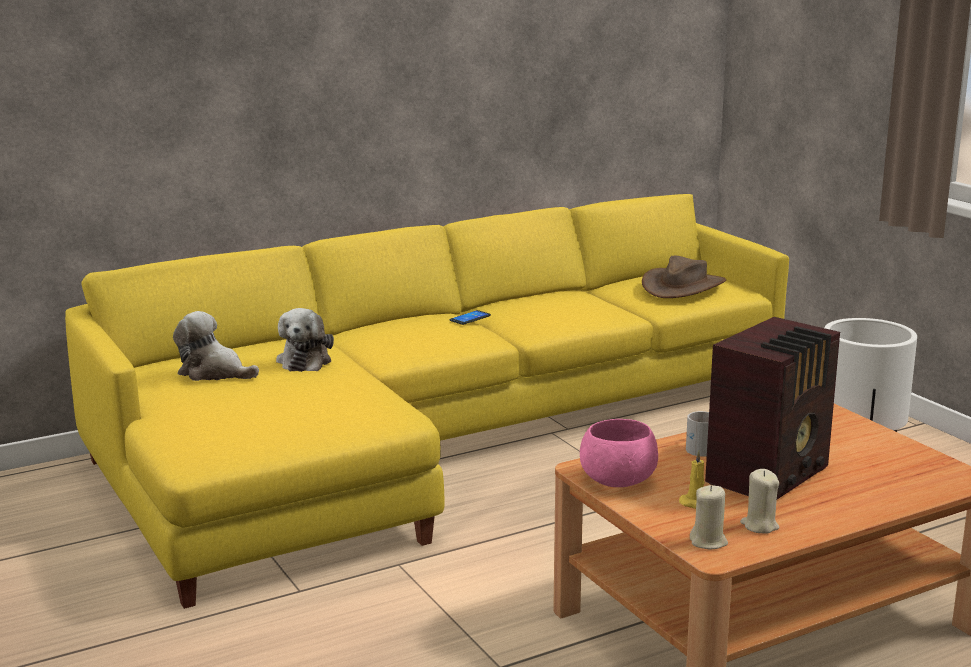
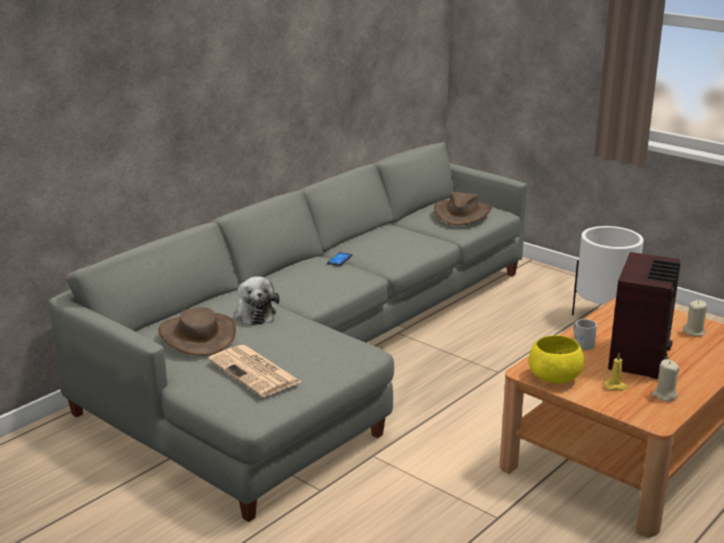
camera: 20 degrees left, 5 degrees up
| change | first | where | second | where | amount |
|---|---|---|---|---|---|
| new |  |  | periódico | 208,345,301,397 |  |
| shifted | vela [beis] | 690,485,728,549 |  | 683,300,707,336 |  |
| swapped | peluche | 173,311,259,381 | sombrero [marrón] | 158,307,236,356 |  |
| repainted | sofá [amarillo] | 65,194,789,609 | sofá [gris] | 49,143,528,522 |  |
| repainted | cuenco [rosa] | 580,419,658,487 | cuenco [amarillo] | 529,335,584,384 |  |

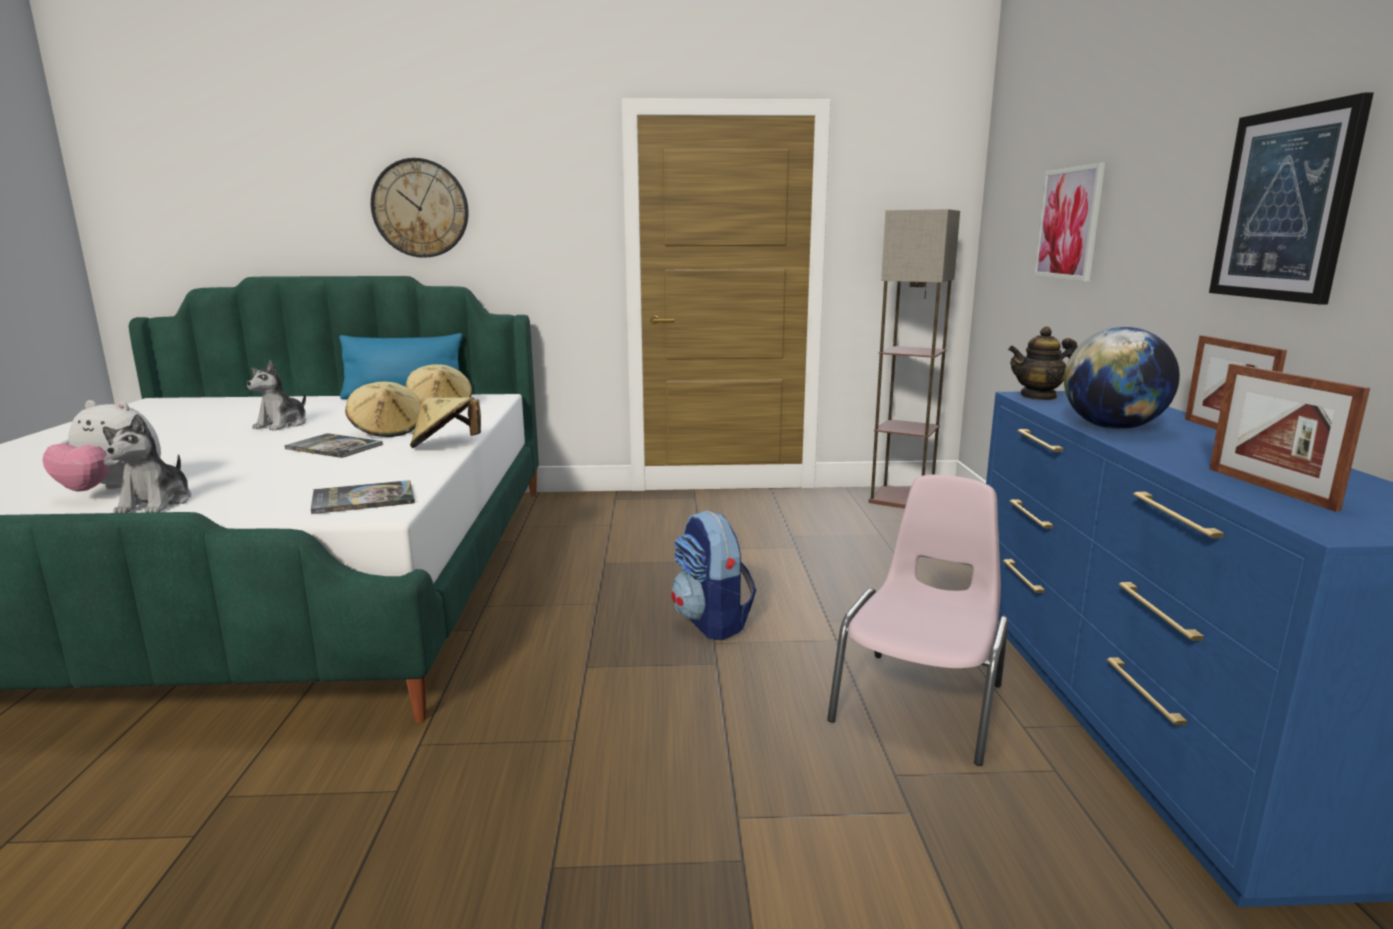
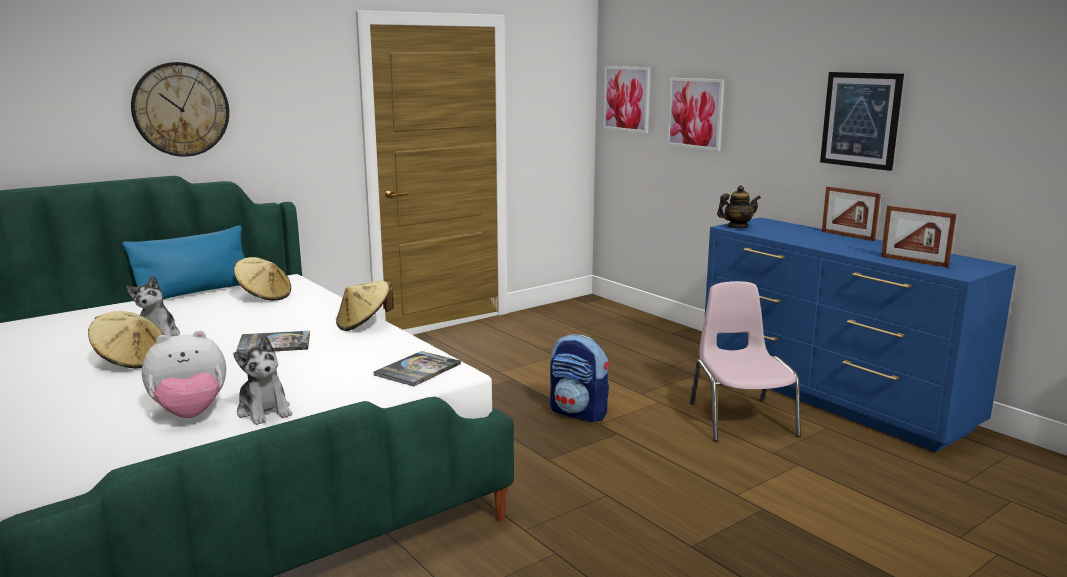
camera: 35 degrees left, 0 degrees up
| change | first | where | second | where | amount |
|---|---|---|---|---|---|
| gone | lámpara de pie | 869,209,960,509 |  |  |  |
| gone | globo terráqueo | 1064,327,1180,429 |  |  |  |
| new |  |  | cuadro | 603,66,651,133 |  |
| shifted | sombrero [beis] | 345,382,421,437 |  | 88,311,164,369 |  |
| rotated | tetera | 1008,326,1077,400 |  | 717,185,761,228 | 150 degrees counterclockwise |

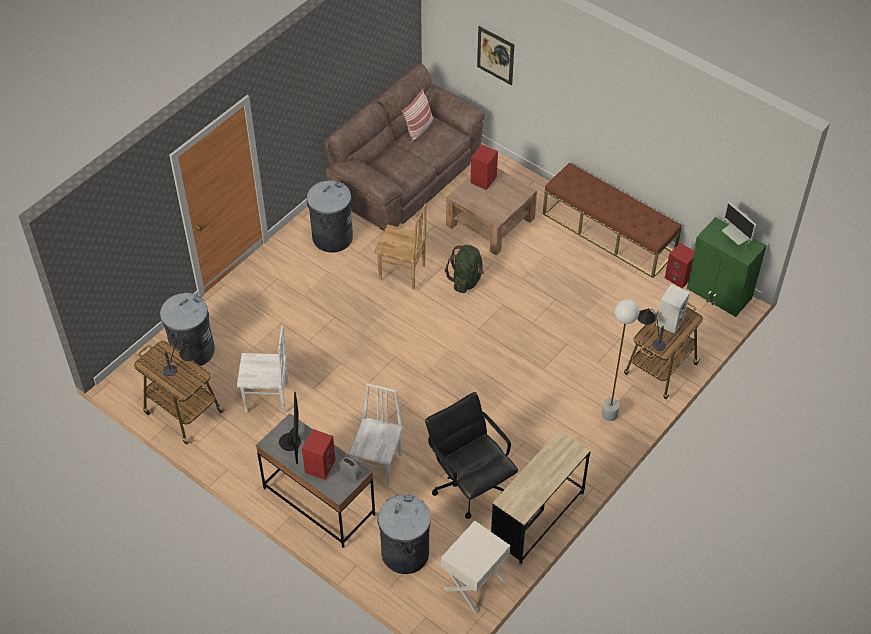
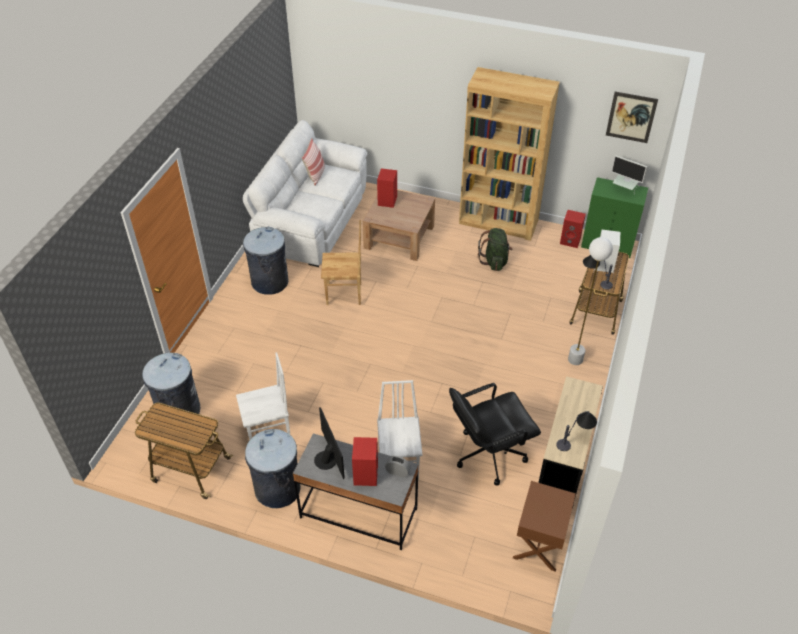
camera: 20 degrees left, 5 degrees down
| change | first | where | second | where | amount |
|---|---|---|---|---|---|
| shifted | lámpara de mesa | 163,343,199,376 |  | 556,411,597,451 |  |
| shifted | papelera [gris] | 377,495,431,574 |  | 245,429,301,508 |  |
| shifted | mochila [verde] | 445,245,484,293 |  | 478,228,512,271 |  |
| shifted | cuadro | 477,26,514,85 |  | 606,91,658,143 |  |
| swapped | banco [marrón] | 543,163,682,278 | estantería [marrón] | 459,67,560,241 |  |
| repainted | sofá [marrón] | 324,64,485,231 | sofá [blanco] | 243,120,367,267 |  |
| repainted | mesita de noche [blanco] | 441,521,510,614 | mesita de noche [marrón] | 513,481,576,572 |  |
| rotated | silla de oficina [negro] | 425,392,518,519 |  | 449,383,541,486 | 60 degrees counterclockwise |

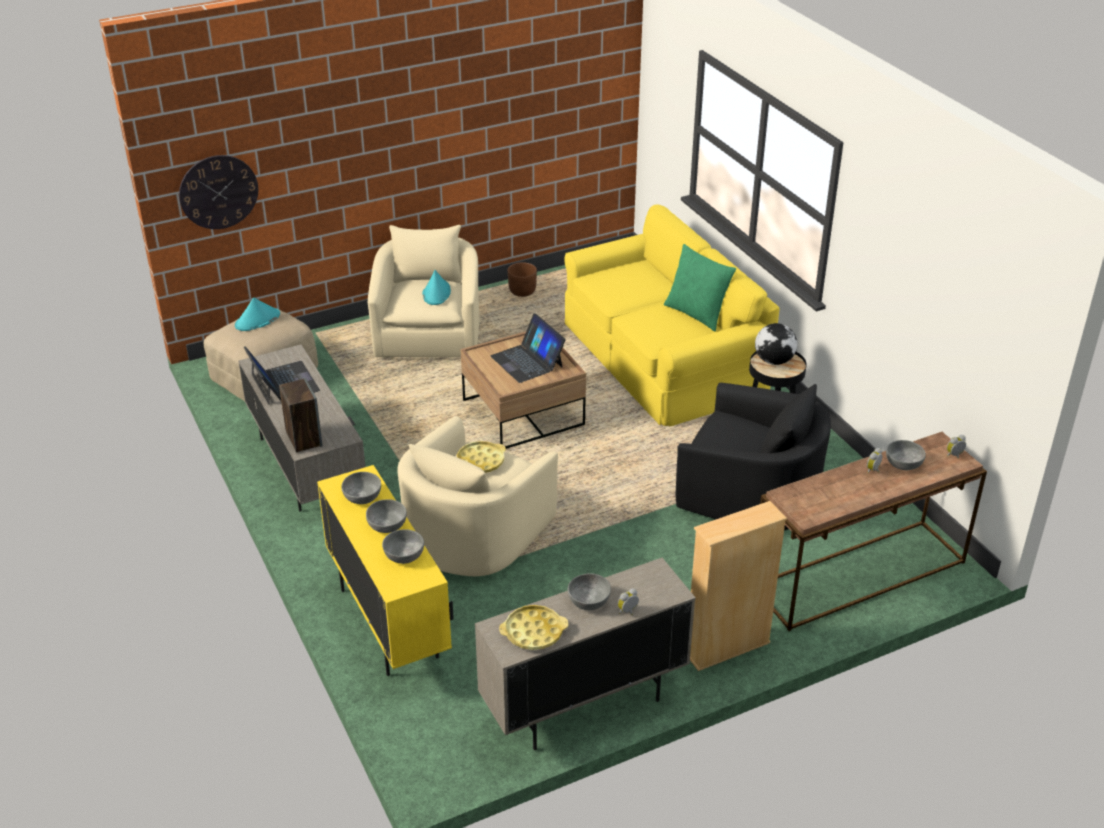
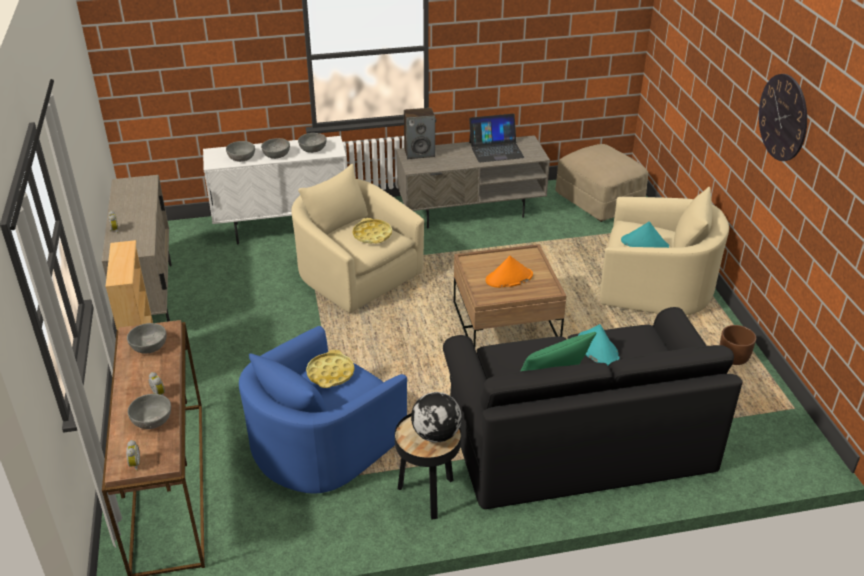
camera: 105 degrees right, 0 degrees up
| change | first | where | second | where | amount |
|---|---|---|---|---|---|
| shifted | reloj de pared | 179,155,258,229 |  | 759,74,807,161 |  |
| shifted | sombrero [turquesa] | 235,298,280,331 |  | 578,324,619,366 |  |
| shifted | bandeja [amarillo] | 499,605,568,650 |  | 306,350,354,388 |  |
| shifted | cuenco [gris] | 568,573,611,610 |  | 127,323,167,354 |  |
| swapped | portátil | 491,313,566,383 | sombrero [naranja] | 486,256,533,288 |  |
| repainted | armario [amarillo] | 317,465,454,676 | armario [blanco] | 203,136,347,244 |  |
| repainted | sofá [amarillo] | 564,204,780,426 | sofá [negro] | 443,307,743,509 |  |
| repainted | sillón [negro] | 676,383,831,530 | sillón [azul] | 239,326,407,494 |  |

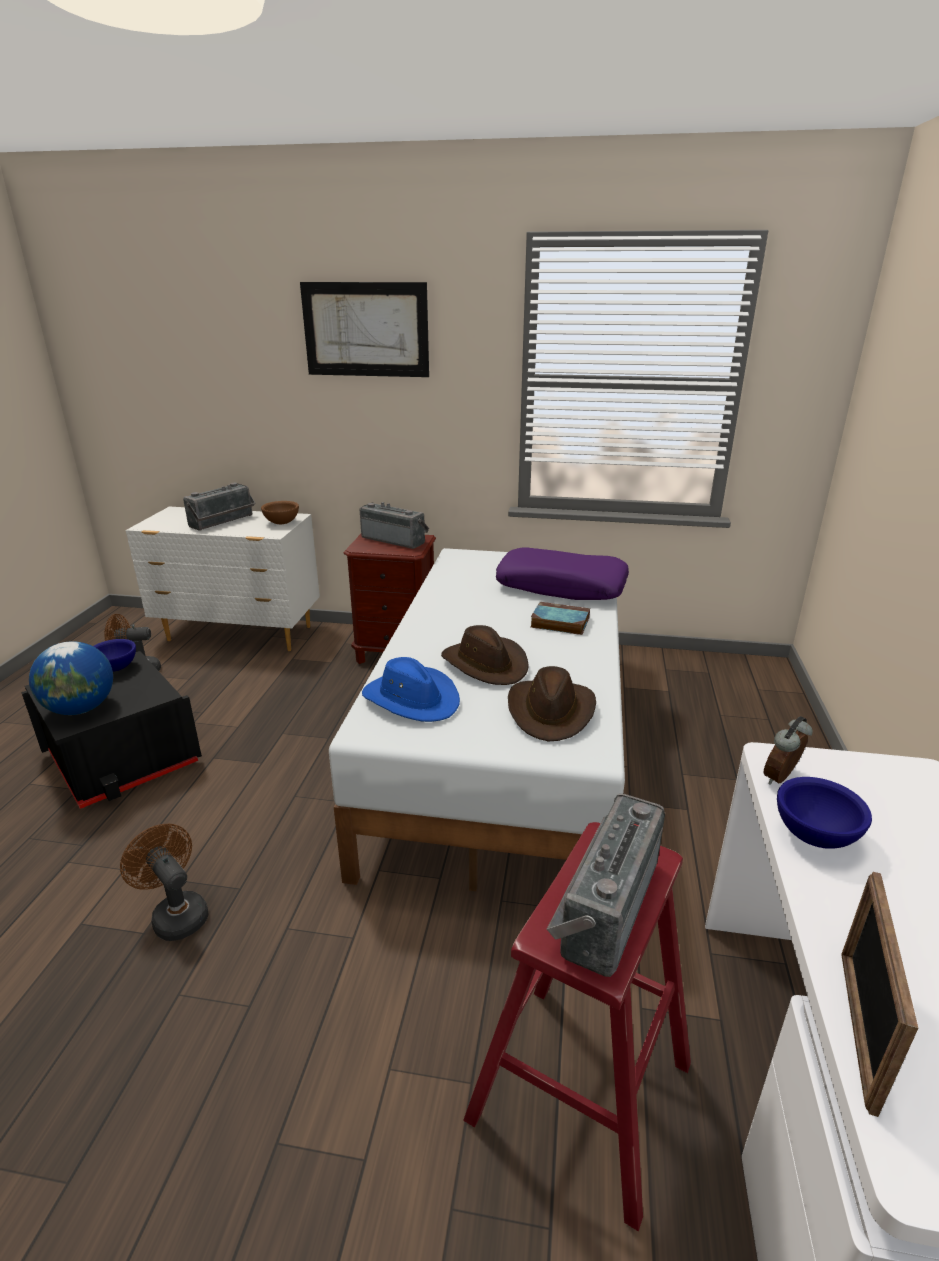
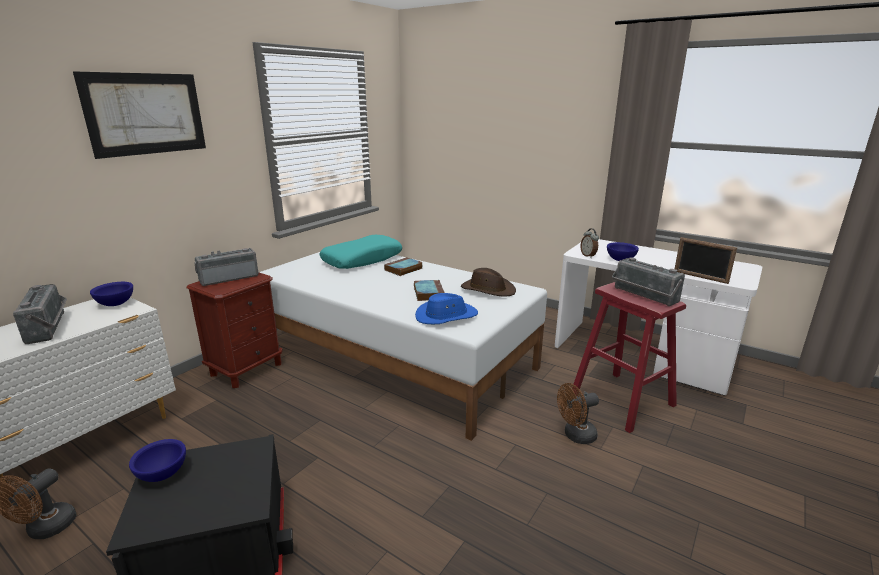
camera: 65 degrees left, 5 degrees down
| change | first | where | second | where | amount |
|---|---|---|---|---|---|
| gone | globo terráqueo | 29,641,113,715 |  |  |  |
| shifted | ventilador [marrón] | 120,824,208,941 |  | 557,383,599,444 |  |
| swapped | sombrero [marrón] | 441,625,529,685 | libro | 414,280,445,301 |  |
| repainted | cuenco [marrón] | 261,501,299,524 | cuenco [azul] | 90,282,133,306 |  |
| repainted | cojín [morado] | 496,547,629,600 | cojín [turquesa] | 319,235,402,269 |  |

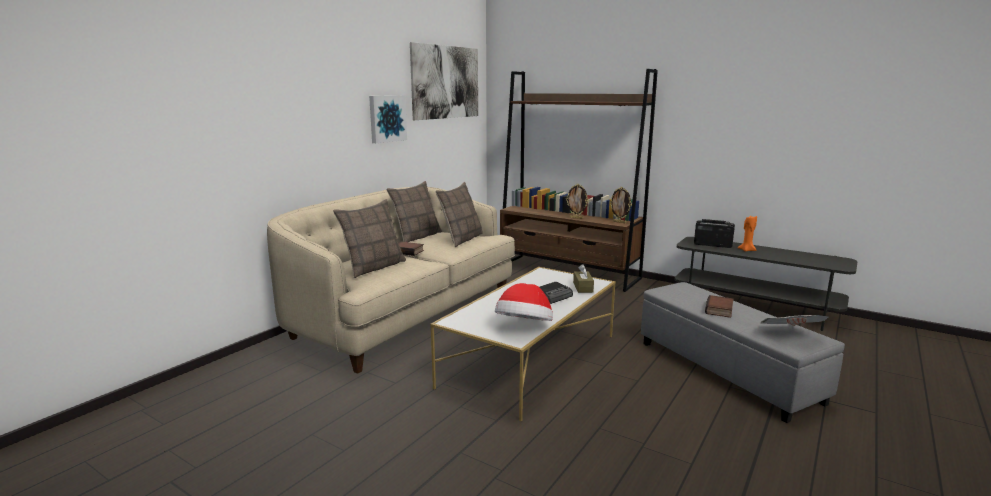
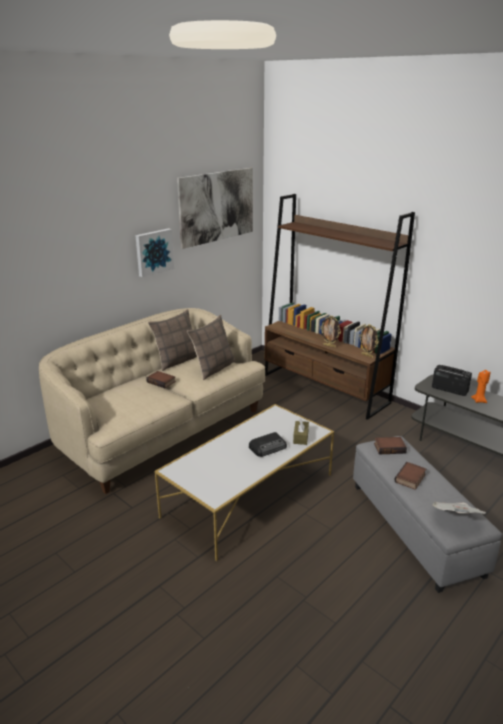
camera: 10 degrees right, 10 degrees up
| change | first | where | second | where | amount |
|---|---|---|---|---|---|
| gone | cojín | 333,199,406,278 |  |  |  |
| gone | sombrero | 495,283,553,321 |  |  |  |
| new |  |  | libro | 374,437,407,454 |  |

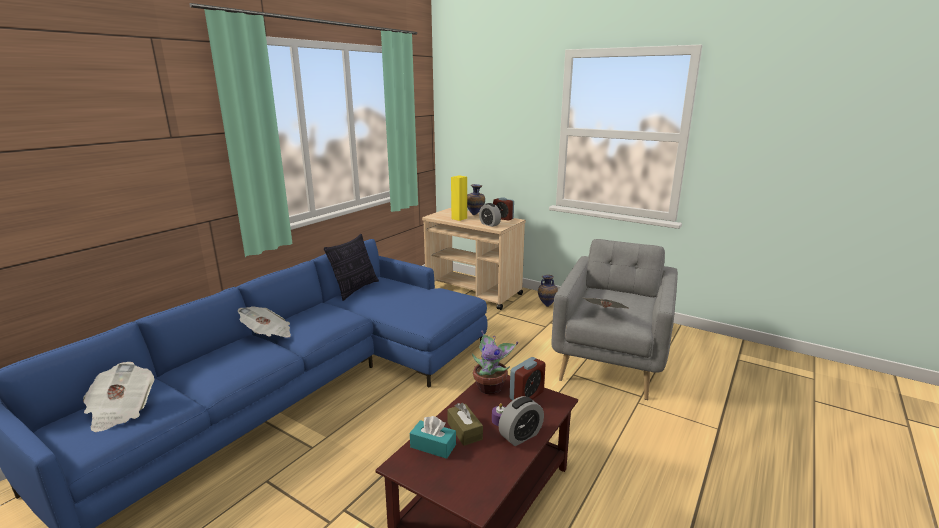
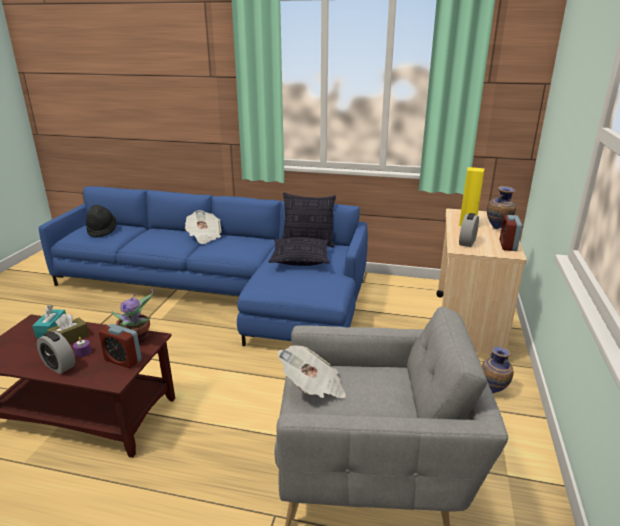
camera: 70 degrees right, 5 degrees up
| change | first | where | second | where | amount |
|---|---|---|---|---|---|
| new |  |  | cojín | 269,237,330,266 |  |
| swapped | periódico | 83,362,154,432 | sombrero [negro] | 86,205,116,237 |  |

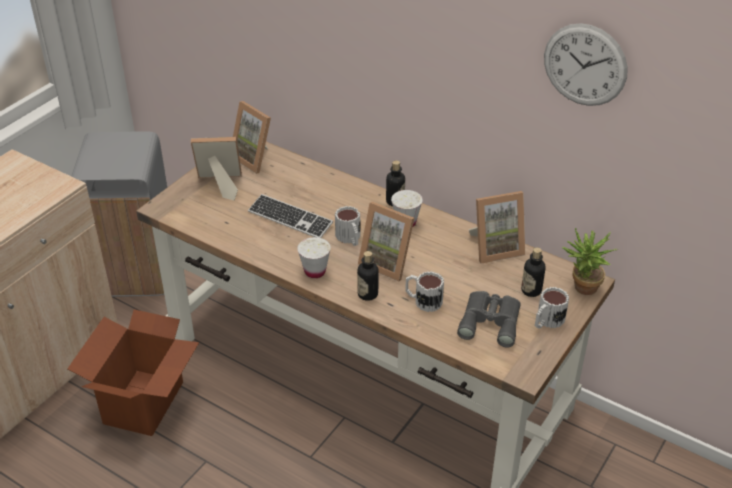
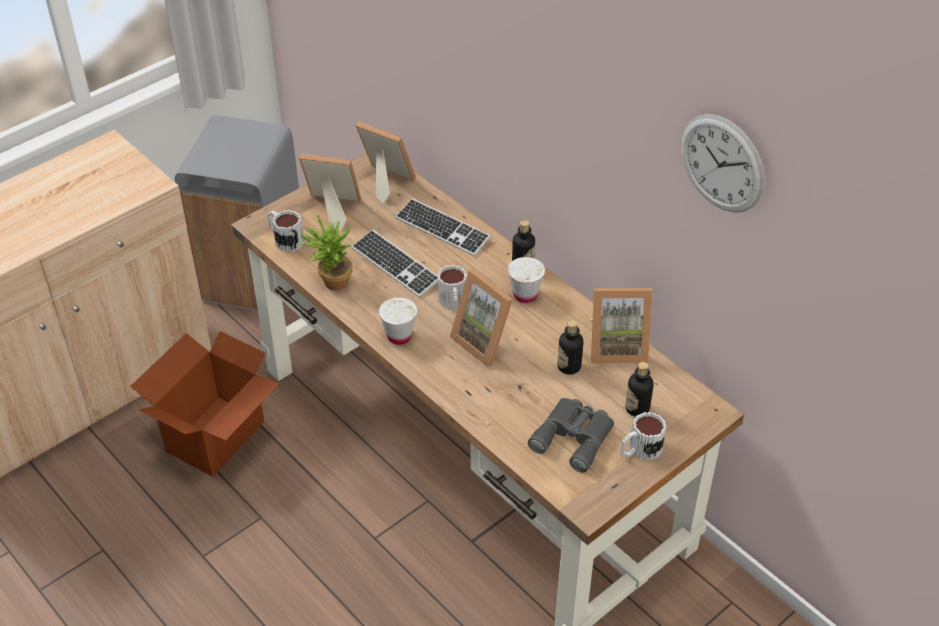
camera: 15 degrees right, 5 degrees up
| change | first | where | second | where | amount |
|---|---|---|---|---|---|
| new |  |  | teclado | 395,198,491,256 |  |
| shifted | botella | 357,251,379,301 |  | 558,320,583,375 |  |
| shifted | taza grande | 405,271,444,312 |  | 268,210,304,252 |  |
| shifted | planta en maceta | 562,228,618,295 |  | 296,215,353,290 |  |
| rotated | portarretratos | 233,101,271,174 |  | 356,121,416,204 | 150 degrees clockwise |

